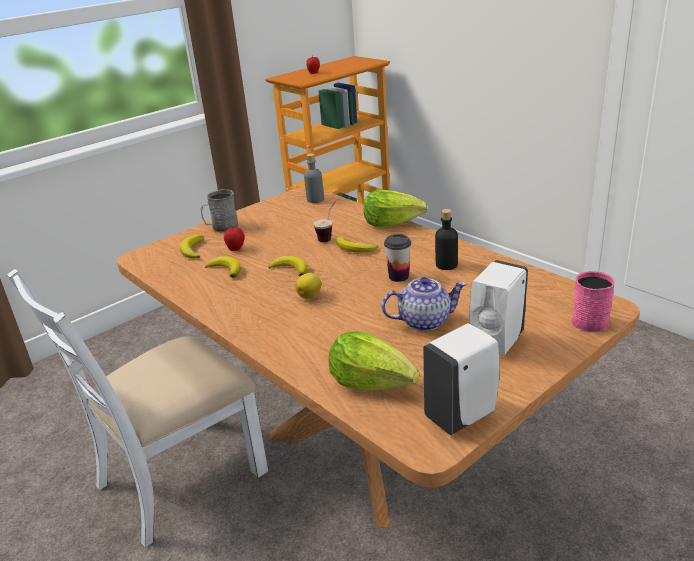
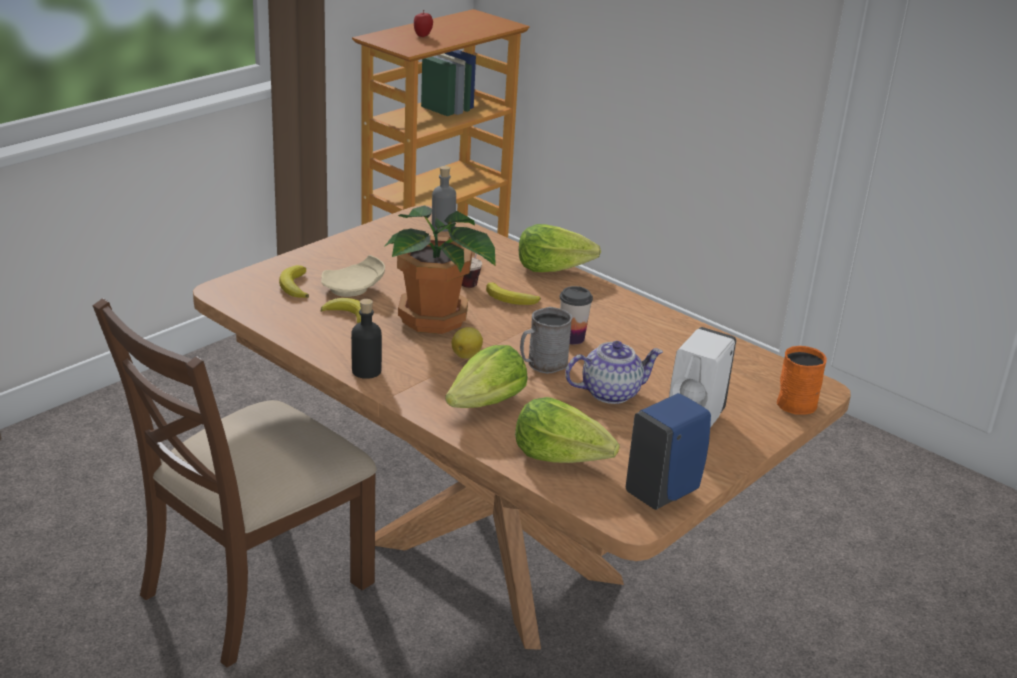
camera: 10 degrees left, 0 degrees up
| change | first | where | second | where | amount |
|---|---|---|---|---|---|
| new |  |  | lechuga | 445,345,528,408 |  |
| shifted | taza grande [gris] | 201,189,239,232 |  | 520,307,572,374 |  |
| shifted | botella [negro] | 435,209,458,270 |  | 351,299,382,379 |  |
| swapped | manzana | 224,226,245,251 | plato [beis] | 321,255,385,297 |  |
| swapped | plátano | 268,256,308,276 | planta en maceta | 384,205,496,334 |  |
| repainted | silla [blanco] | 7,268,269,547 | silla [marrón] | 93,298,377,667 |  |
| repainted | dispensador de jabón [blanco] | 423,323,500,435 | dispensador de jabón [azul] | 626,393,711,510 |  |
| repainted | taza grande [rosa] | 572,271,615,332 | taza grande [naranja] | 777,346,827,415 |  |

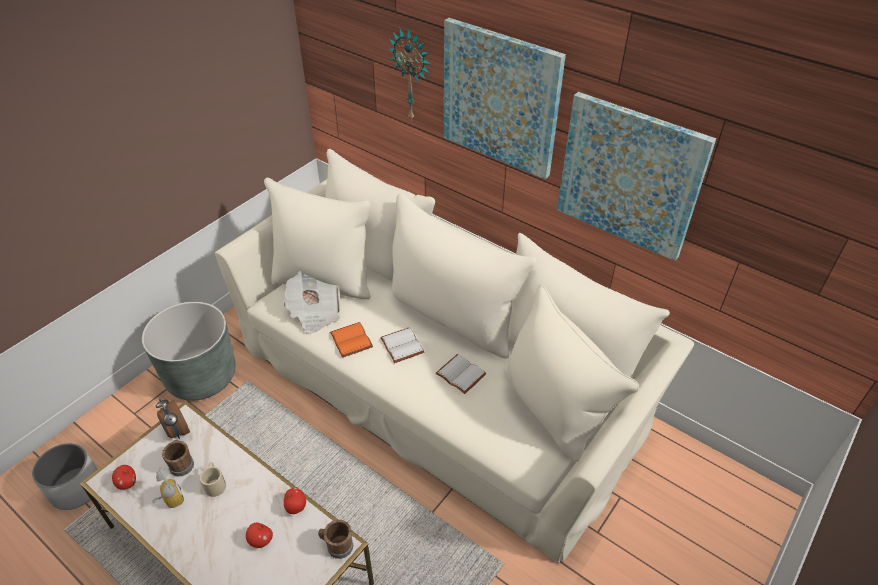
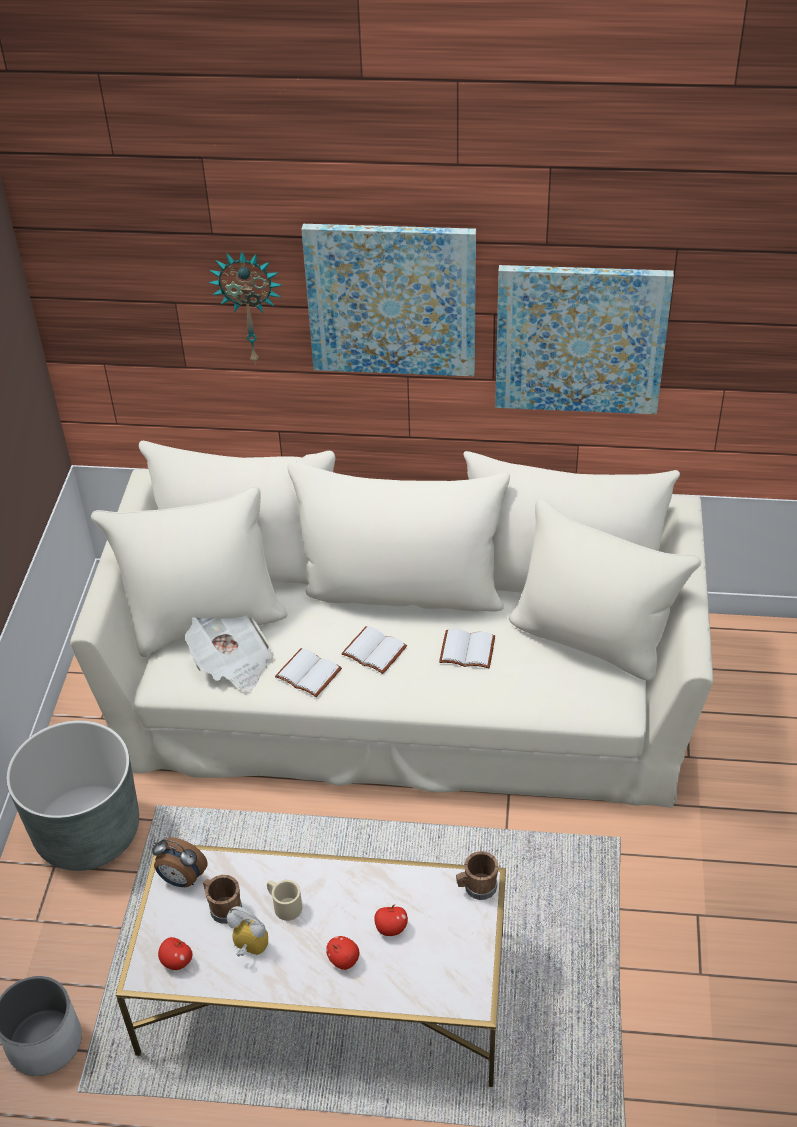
camera: 30 degrees left, 0 degrees up
| change | first | where | second | where | amount |
|---|---|---|---|---|---|
| shifted | manzana | 284,488,306,514 |  | 326,936,359,970 |  |
| repainted | libro [naranja] | 330,322,373,358 | libro [blanco] | 275,648,342,697 |  |

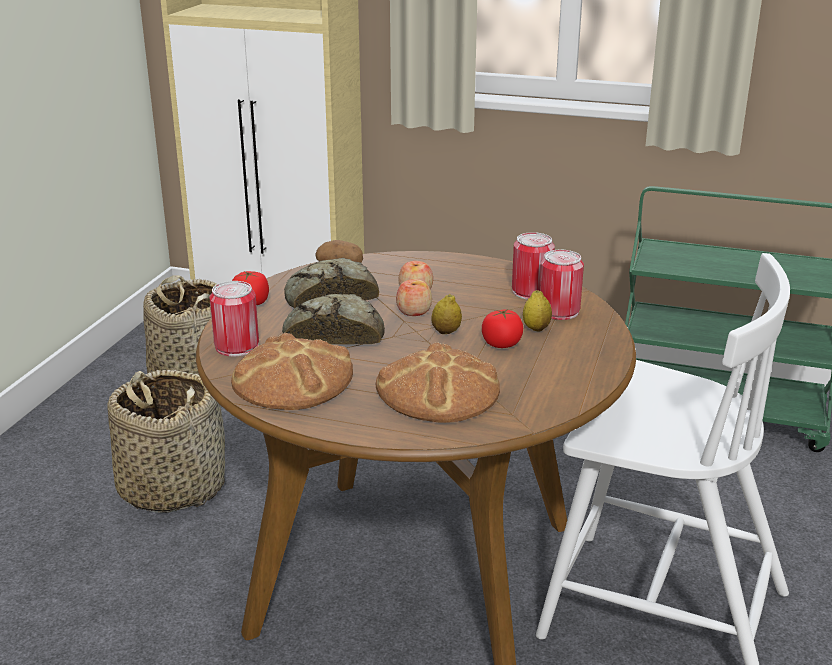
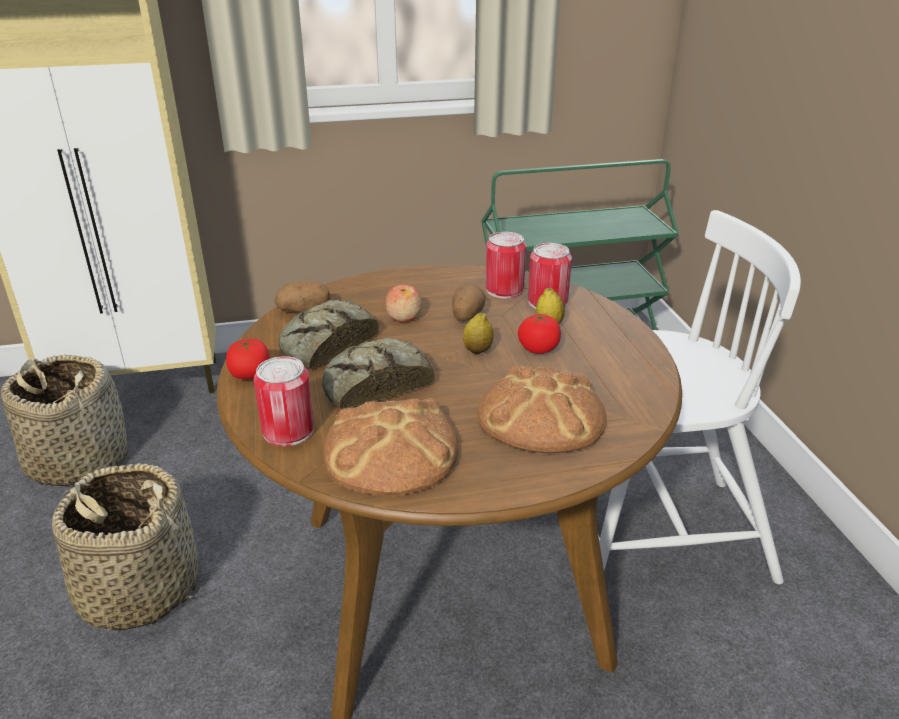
camera: 30 degrees left, 5 degrees up
| change | first | where | second | where | amount |
|---|---|---|---|---|---|
| gone | manzana | 396,279,432,316 |  |  |  |
| new |  |  | patata | 452,284,486,322 |  |

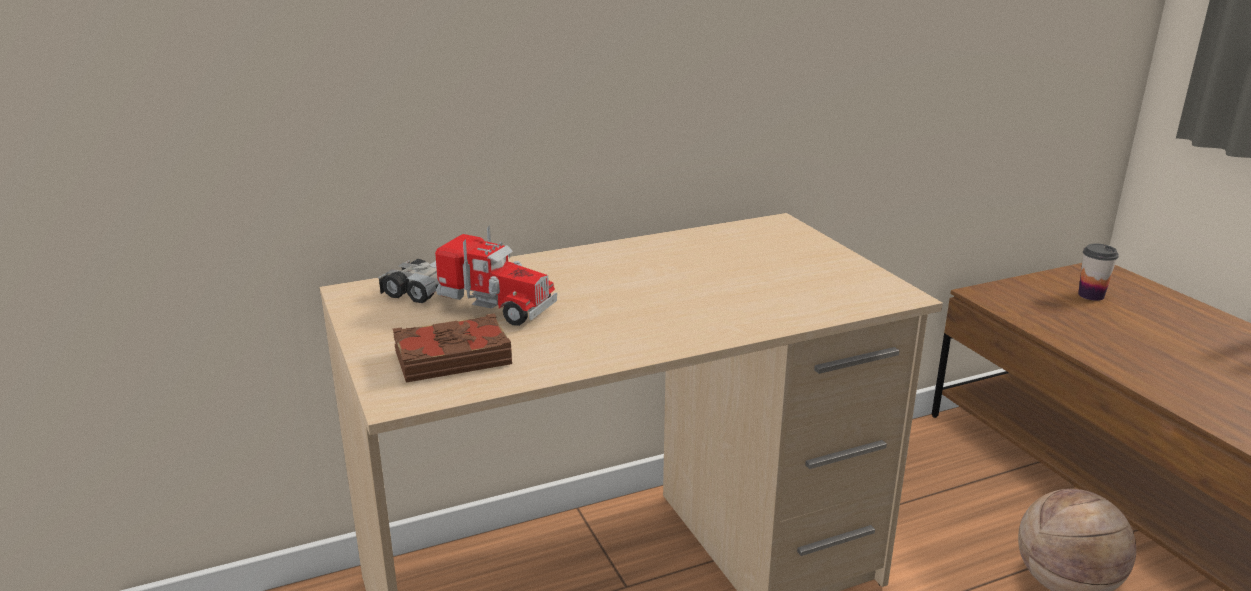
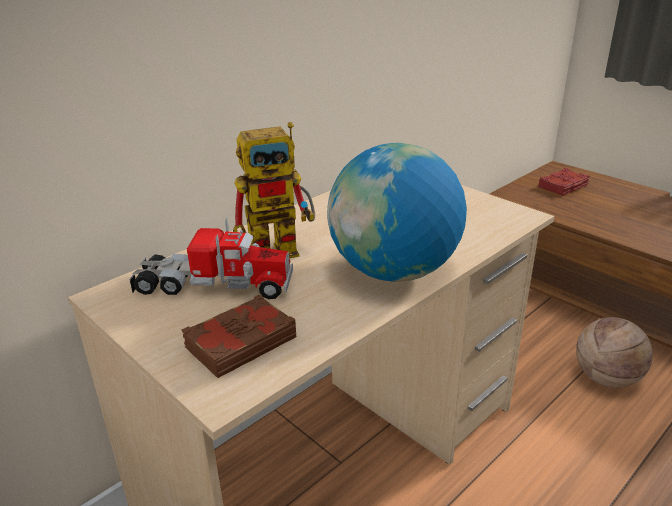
camera: 20 degrees left, 5 degrees up
| change | first | where | second | where | amount |
|---|---|---|---|---|---|
| new |  |  | robot de juguete | 233,122,315,258 |  |
| new |  |  | globo terráqueo | 327,143,467,282 |  |
| swapped | taza | 1078,244,1119,301 | libro [rojo] | 539,168,590,196 |  |

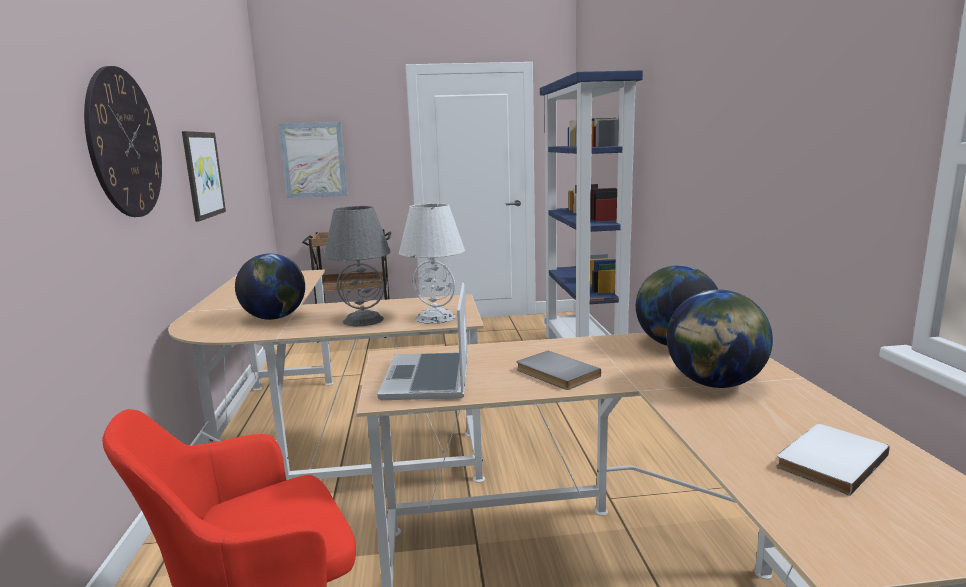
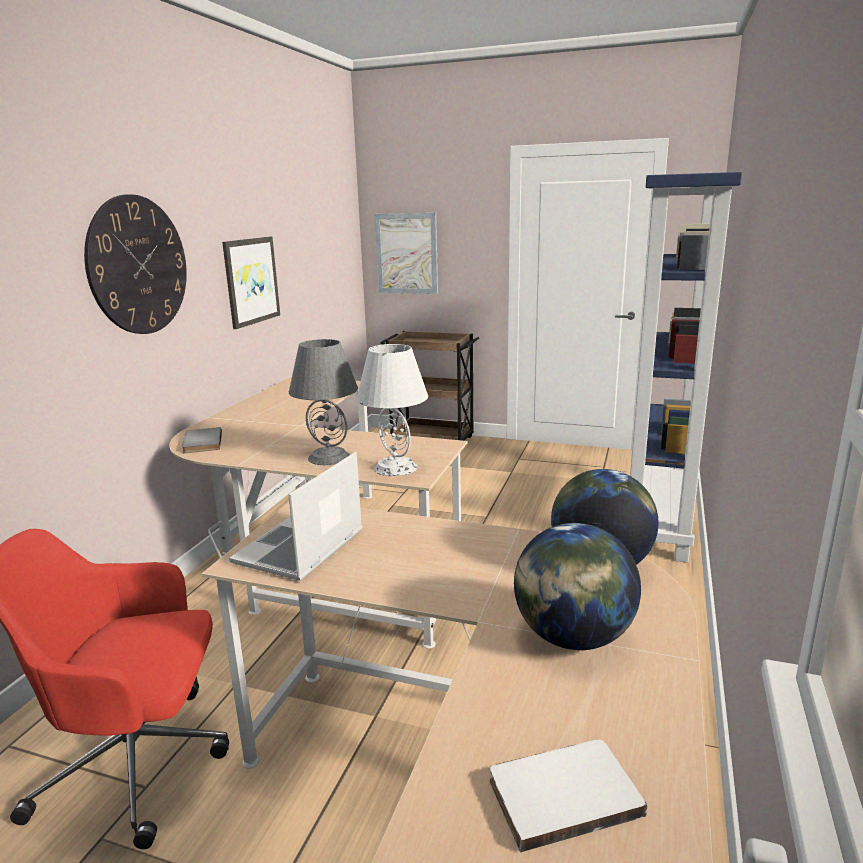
camera: 25 degrees right, 5 degrees up
| change | first | where | second | where | amount |
|---|---|---|---|---|---|
| gone | globo terráqueo | 235,254,305,320 |  |  |  |
| shifted | libro [gris] | 517,351,601,390 |  | 182,427,222,454 |  |

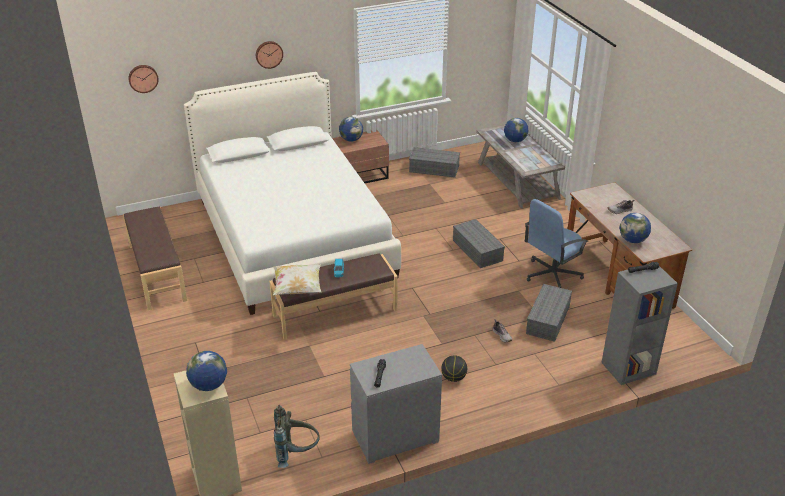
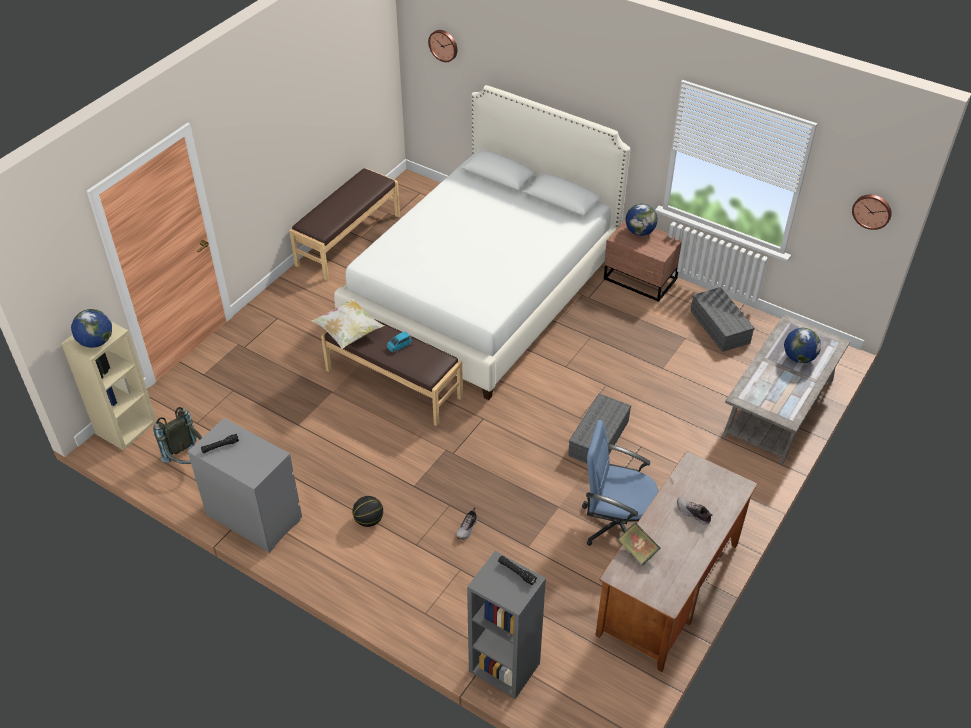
camera: 55 degrees right, 10 degrees up
| change | first | where | second | where | amount |
|---|---|---|---|---|---|
| gone | caja de almacenaje [gris] | 526,284,572,342 |  |  |  |
| shifted | reloj de pared | 256,41,283,69 |  | 852,195,892,230 |  |
| swapped | globo terráqueo | 620,213,651,243 | libro | 618,522,660,565 |  |

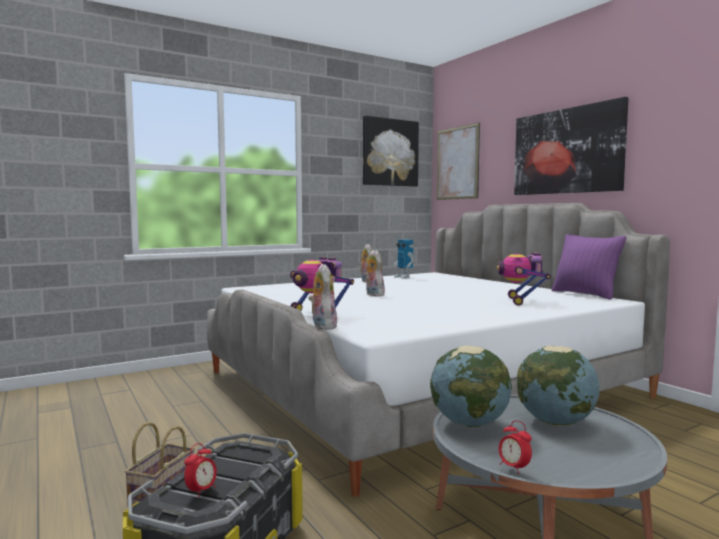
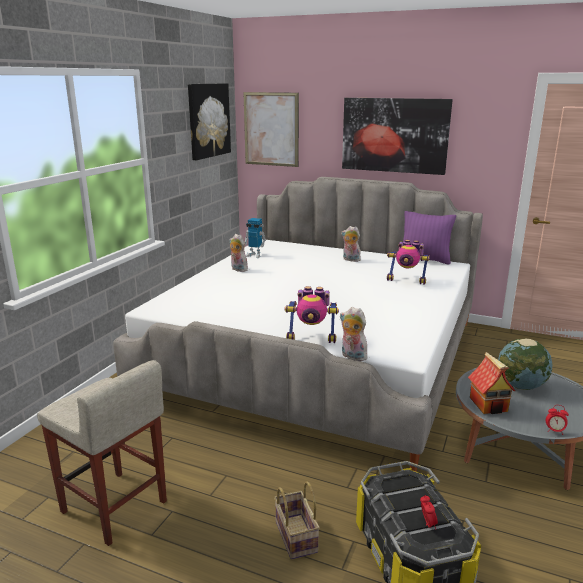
camera: 35 degrees left, 15 degrees up
| change | first | where | second | where | amount |
|---|---|---|---|---|---|
| new |  |  | taburete [beis] | 37,360,167,546 |  |
| shifted | peluche | 365,250,385,296 |  | 341,226,361,262 |  |
| swapped | globo terráqueo | 430,345,512,428 | casita | 468,352,515,414 |  |
| rotated | robot de juguete | 497,252,551,306 |  | 387,240,430,285 | 45 degrees counterclockwise |

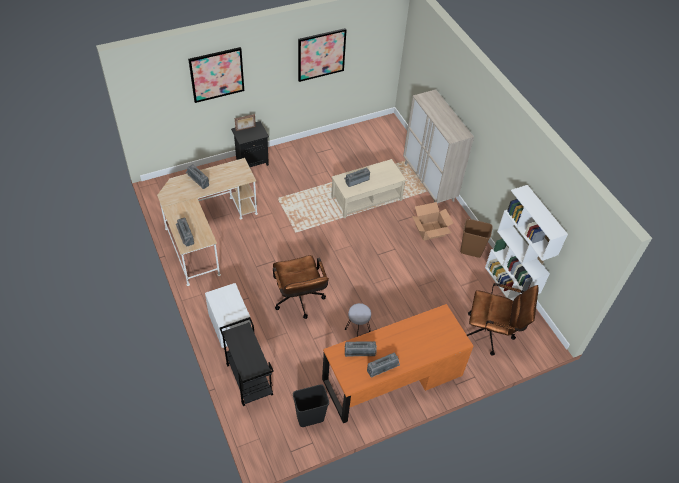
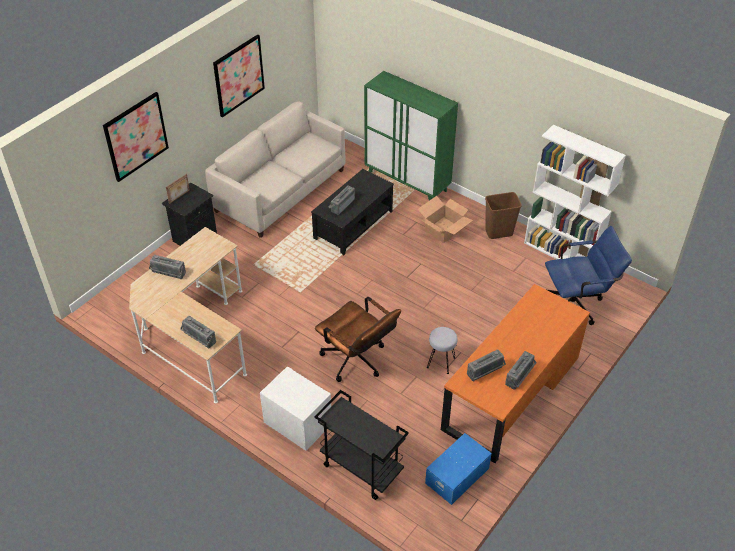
camera: 25 degrees left, 5 degrees down
| change | first | where | second | where | amount |
|---|---|---|---|---|---|
| new |  |  | sofá [beis] | 205,102,346,238 |  |
| swapped | papelera [negro] | 293,384,329,427 | caja de almacenaje [azul] | 425,433,492,505 |  |
| repainted | mesa de centro [beis] | 331,159,406,218 | mesa de centro [negro] | 311,169,394,255 |  |
| repainted | armario [beis] | 403,89,474,203 | armario [verde] | 364,71,458,201 |  |
| repainted | silla de oficina [marrón] | 467,283,539,356 | silla de oficina [azul] | 545,226,632,325 |  |

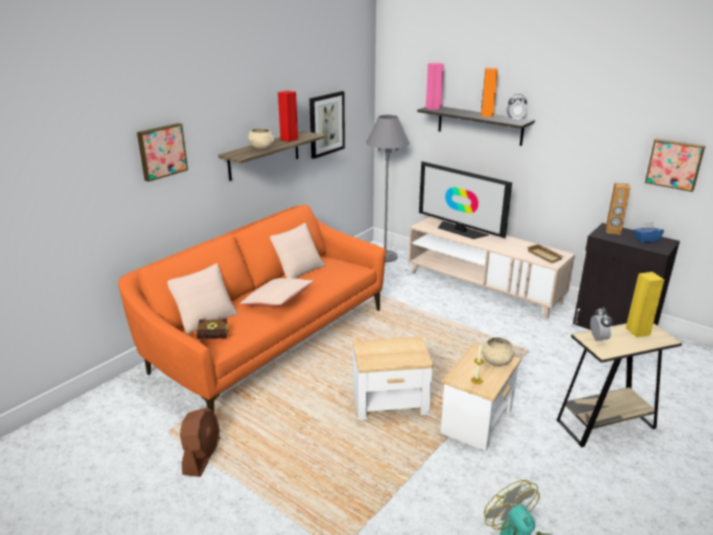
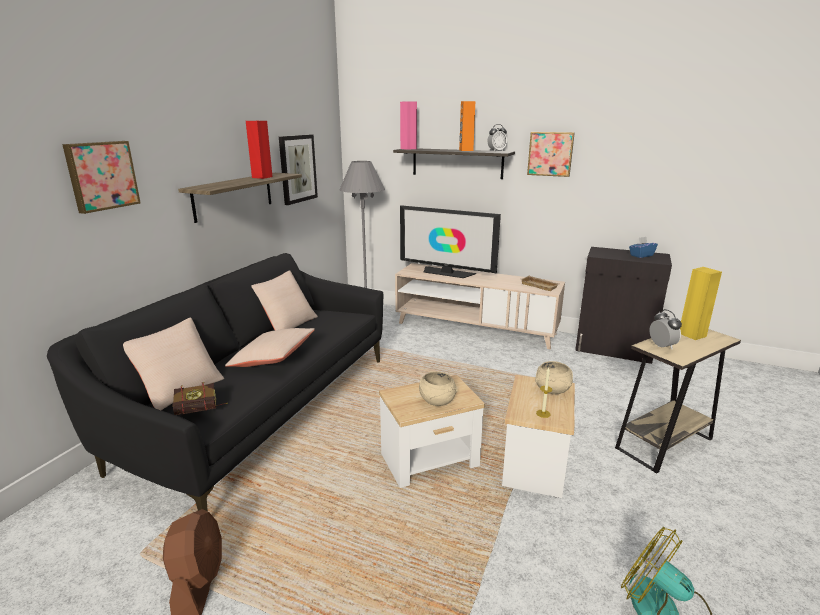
camera: 15 degrees left, 5 degrees down
| change | first | where | second | where | amount |
|---|---|---|---|---|---|
| gone | altavoz [marrón] | 605,183,631,235 |  |  |  |
| shifted | cuenco [beis] | 248,128,274,149 |  | 419,372,457,406 |  |
| shifted | cuadro | 645,138,705,192 |  | 527,132,575,177 |  |
| repainted | sofá [naranja] | 118,205,386,413 | sofá [negro] | 47,253,384,511 |  |

